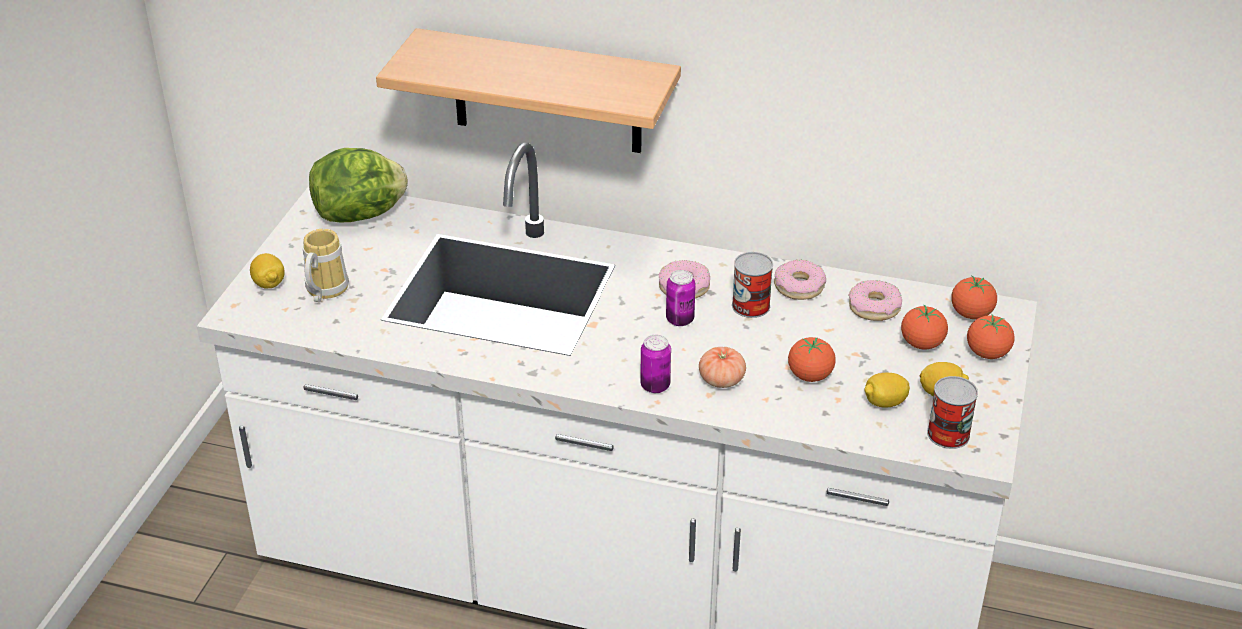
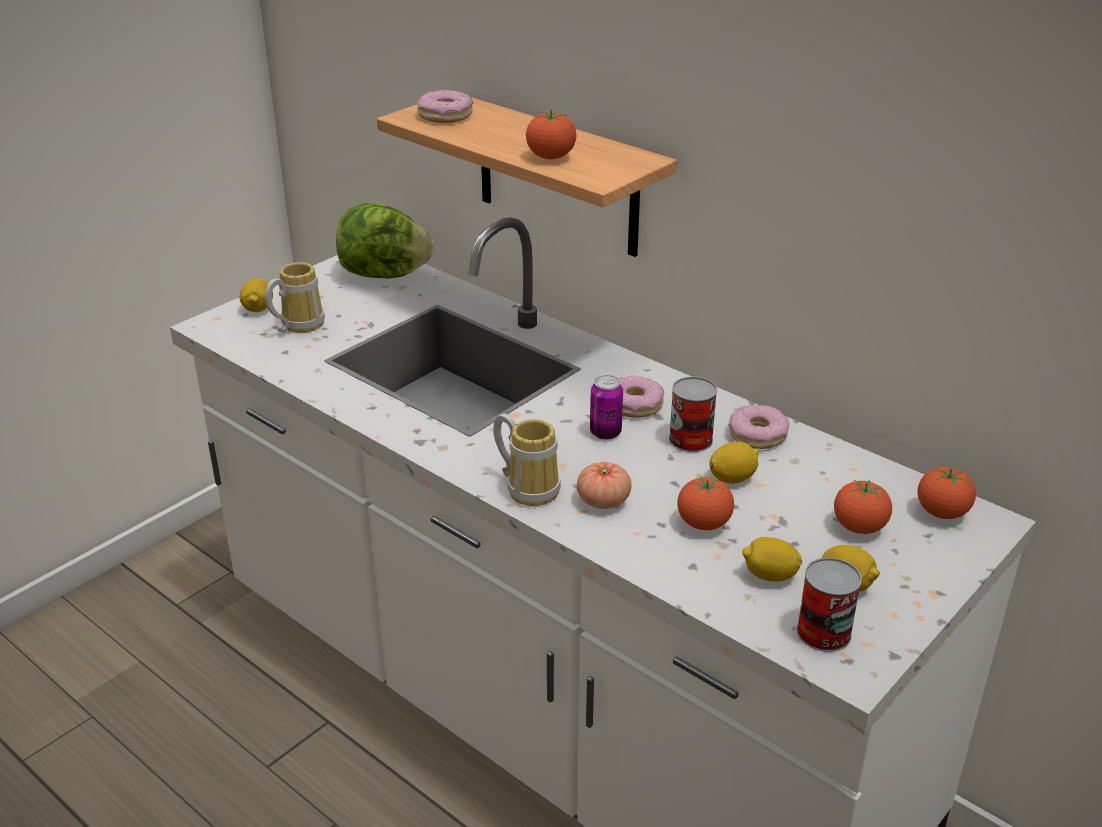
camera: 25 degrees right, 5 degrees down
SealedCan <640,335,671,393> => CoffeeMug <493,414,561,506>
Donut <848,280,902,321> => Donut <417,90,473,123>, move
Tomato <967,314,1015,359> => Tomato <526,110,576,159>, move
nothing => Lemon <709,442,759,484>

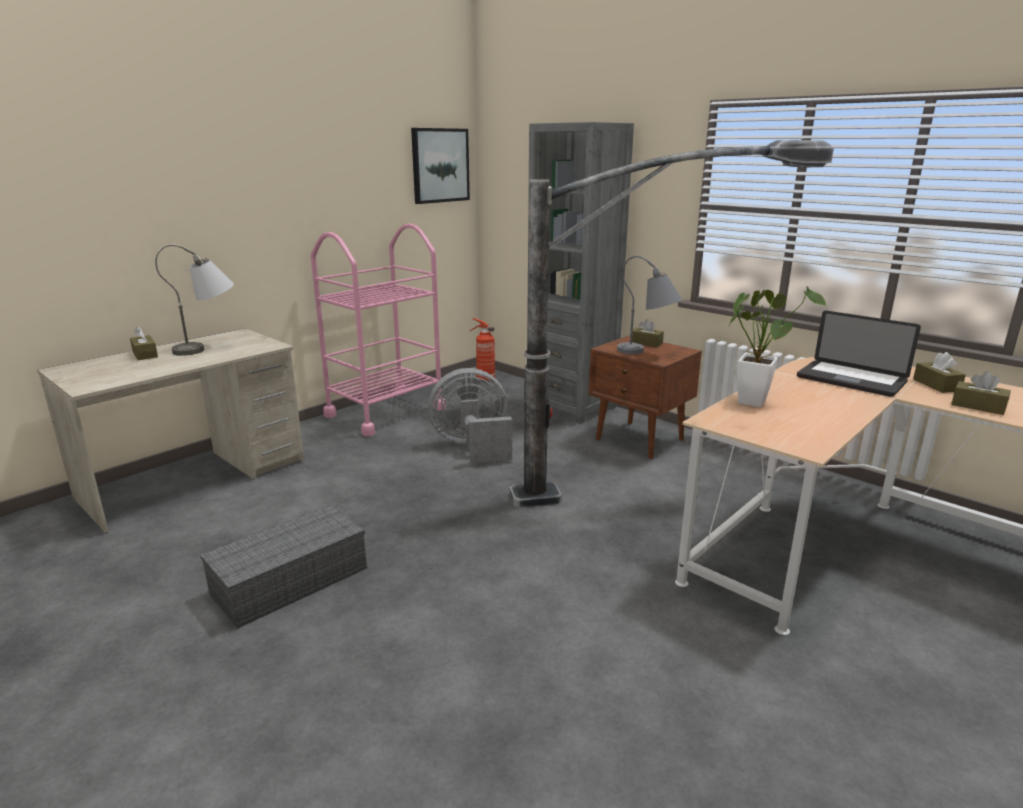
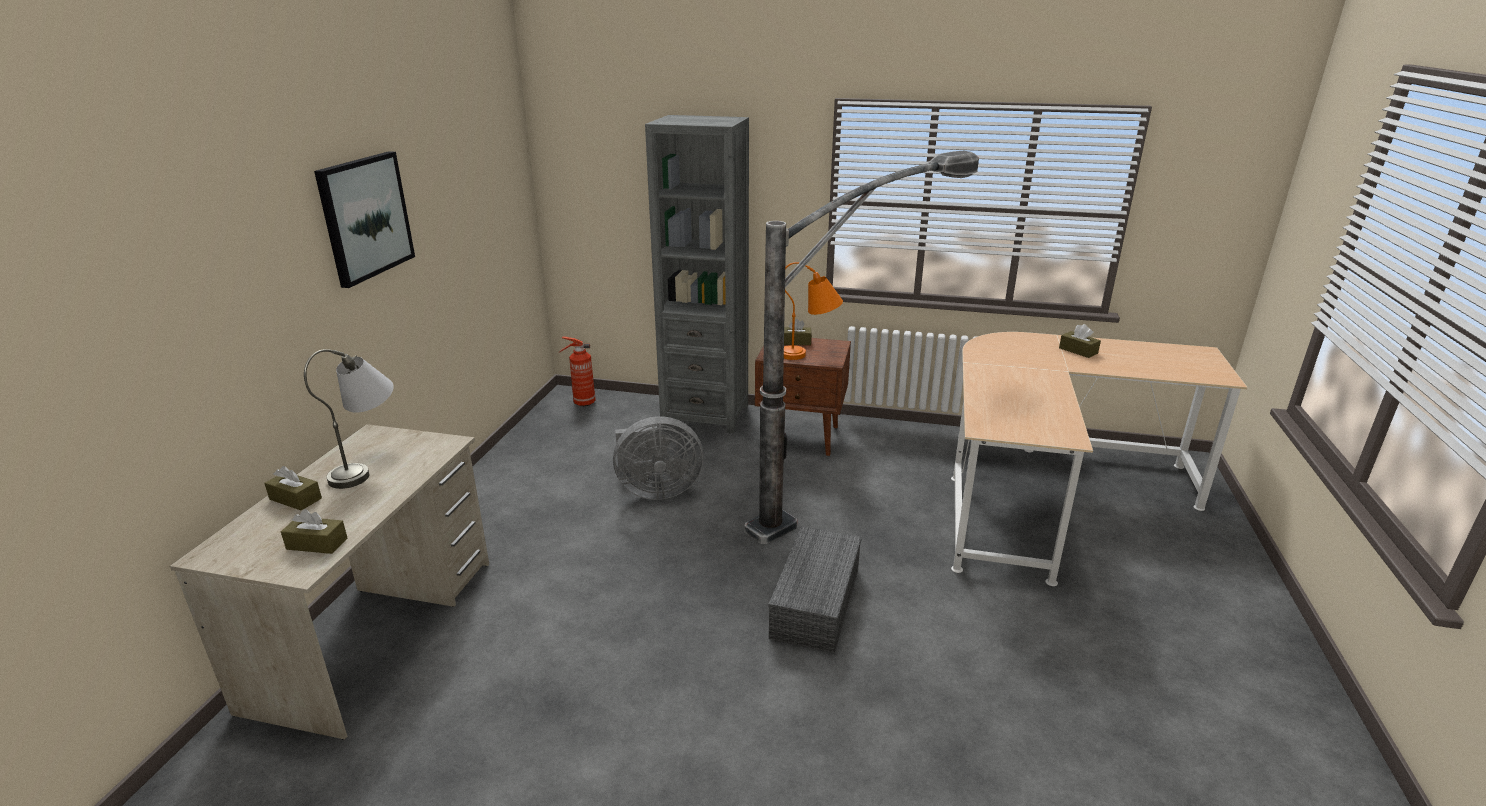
camera: 30 degrees left, 5 degrees up
GrayStorageBox <200,505,367,629> => GrayStorageBox <768,526,862,653>, move
PinkCart <311,224,446,436> => nothing
Picture <411,128,470,204> => Picture <314,151,415,288>, move
GrayCoolingFan <428,368,512,463> => GrayCoolingFan <613,416,704,500>, 150 degrees counterclockwise
GrayLampForATable <617,256,682,354> => OrangeLampForATable <784,262,843,360>
Houseplant <729,287,826,407> => nothing
PortableComputer <797,311,921,397> => nothing
BrownishTissueBox <951,371,1011,415> => BrownishTissueBox <281,509,347,554>, move

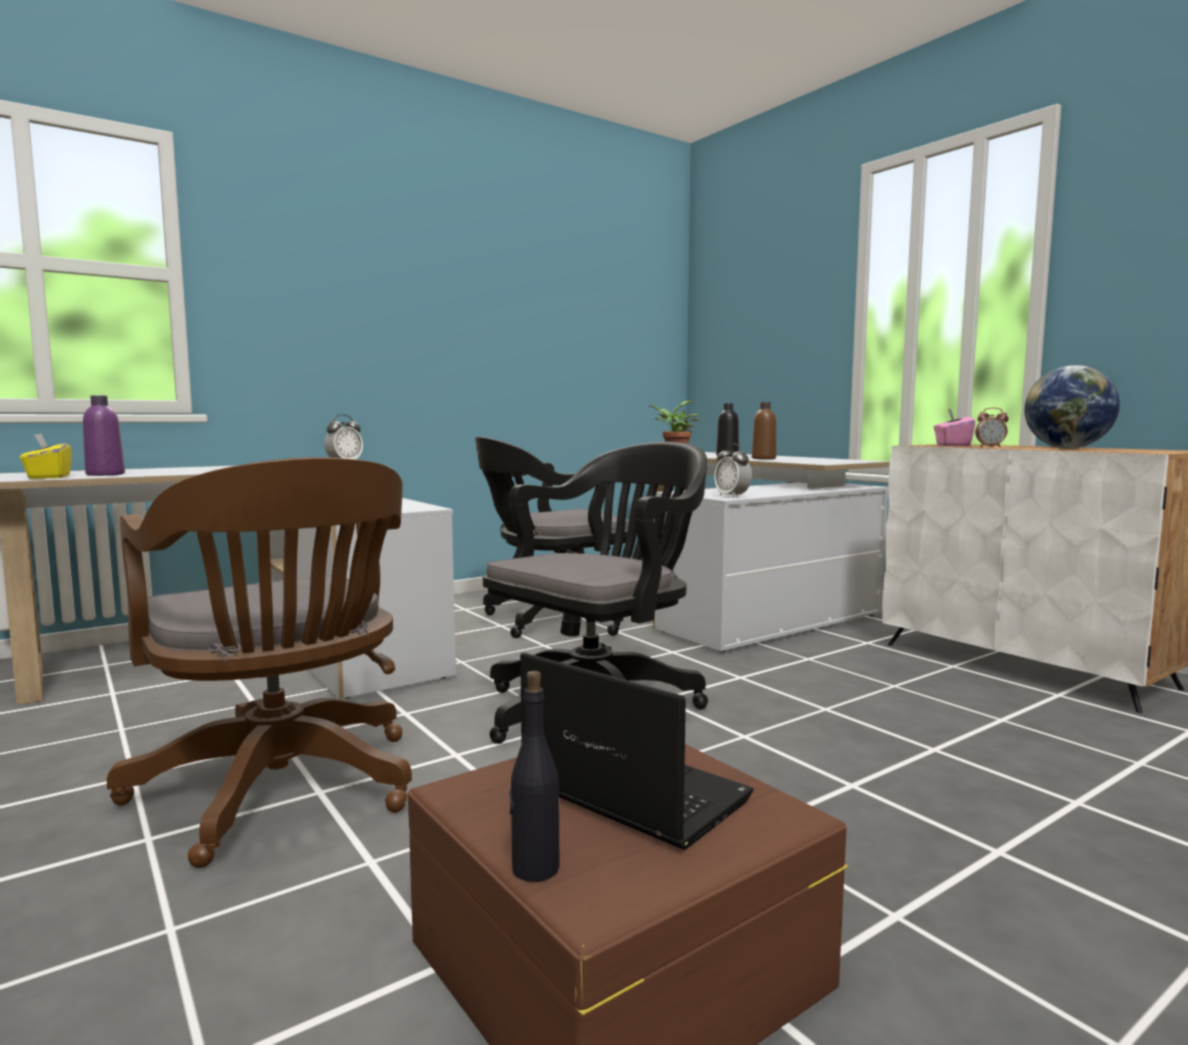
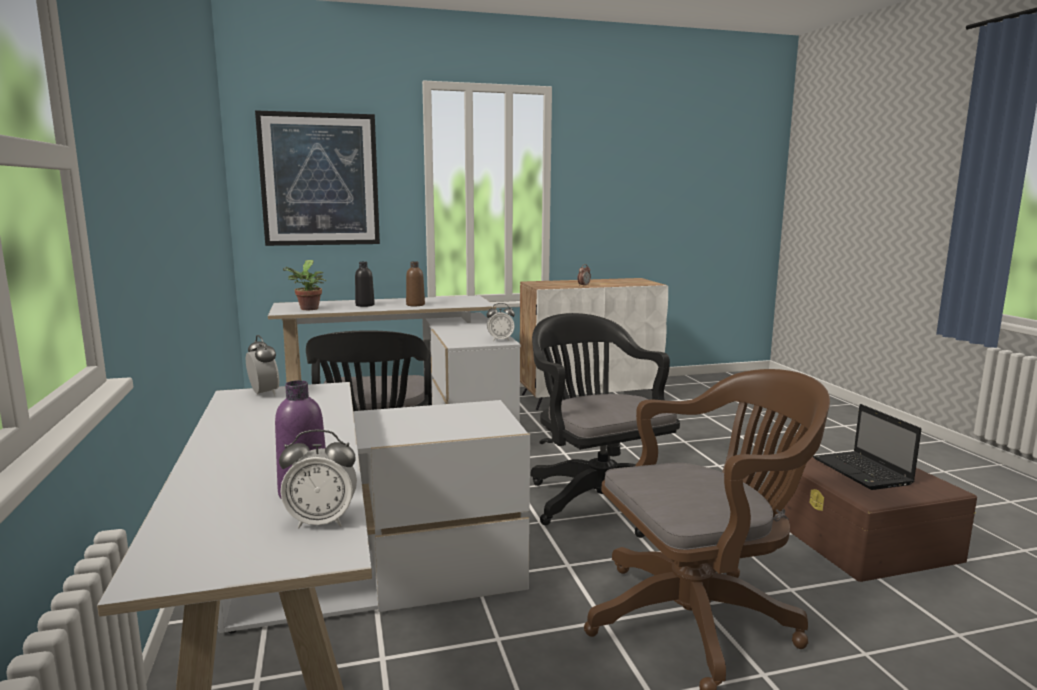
camera: 70 degrees left, 5 degrees up
YellowColouredTissueBox <20,434,72,479> => AlarmClock <279,429,357,528>
BlackishBottle <509,671,559,882> => nothing
PortableComputer <520,653,754,850> => PortableComputer <813,404,921,490>, 75 degrees counterclockwise
PinkTissueBox <933,409,975,446> => nothing
Globe <1024,365,1120,448> => nothing
nothing => Picture <255,110,380,246>

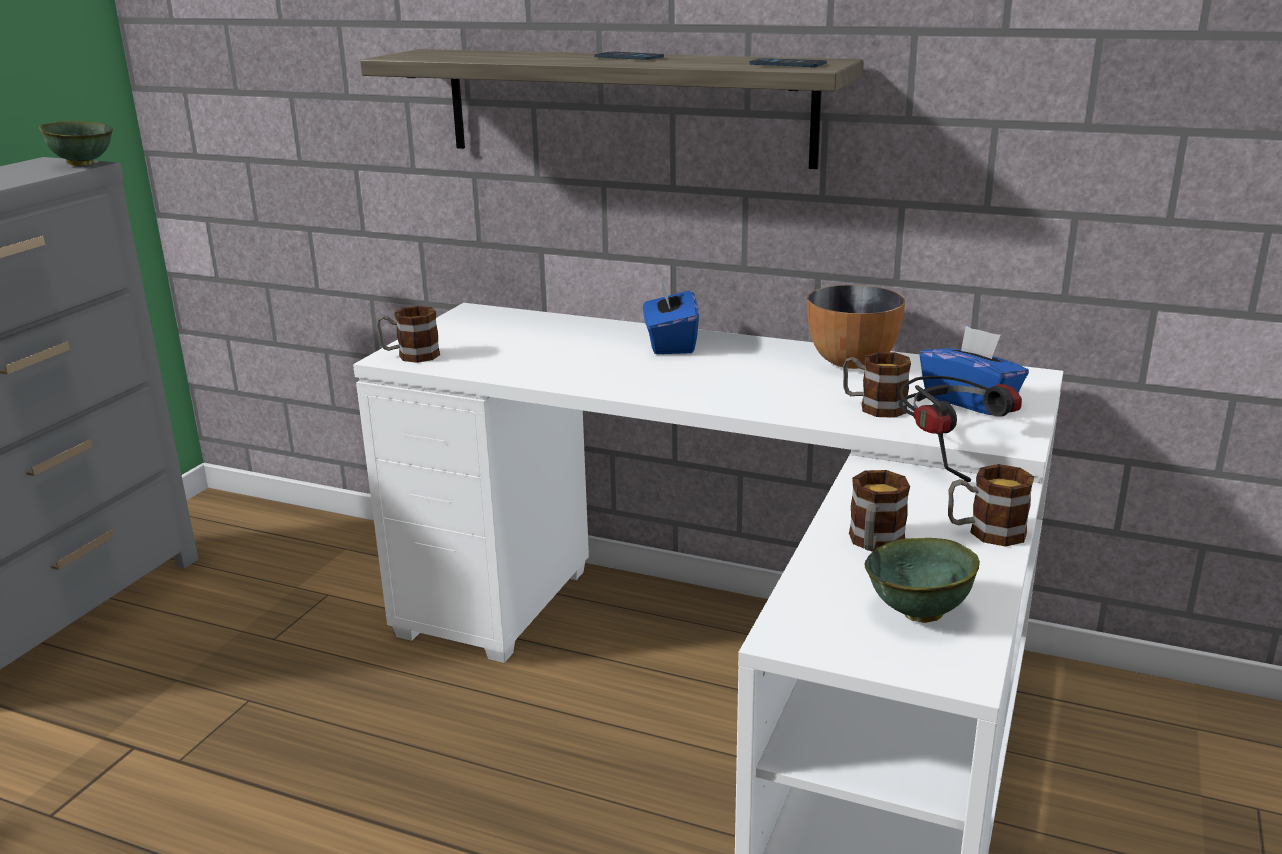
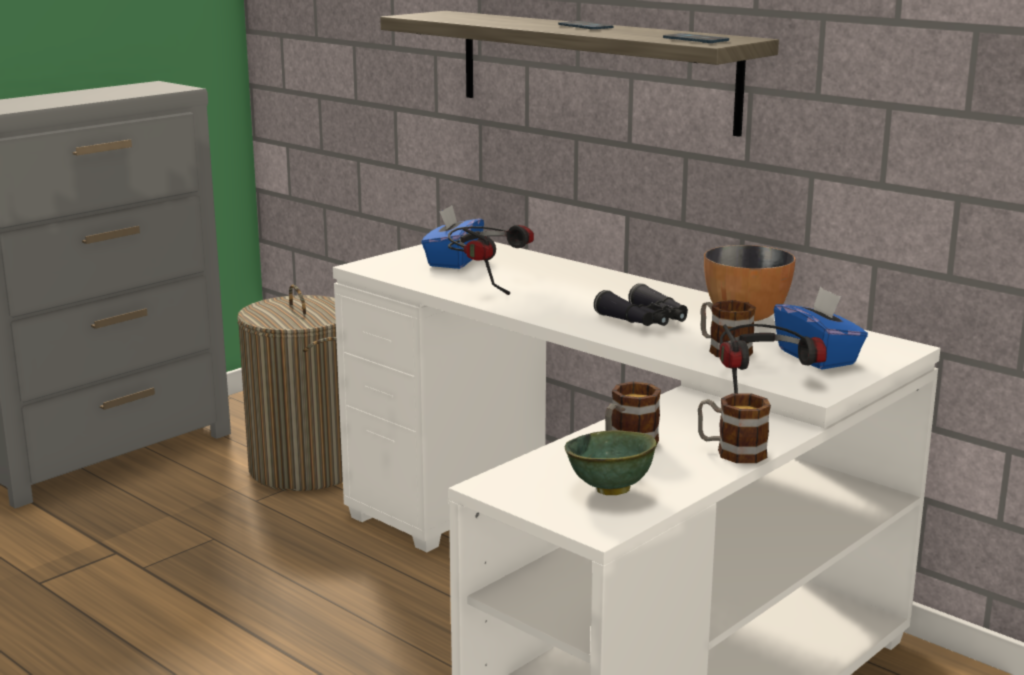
camera: 20 degrees right, 5 degrees down
GreenDeepDish <39,121,113,166> => nothing
CoffeeMug <377,306,440,363> => nothing
BluishTissueBox <643,280,699,354> => BluishTissueBox <421,205,484,269>, move
nothing => Hamper <237,284,343,491>
nothing => Headphones <448,225,534,295>
nothing => BlackishPairOfBinoculars <594,283,688,326>

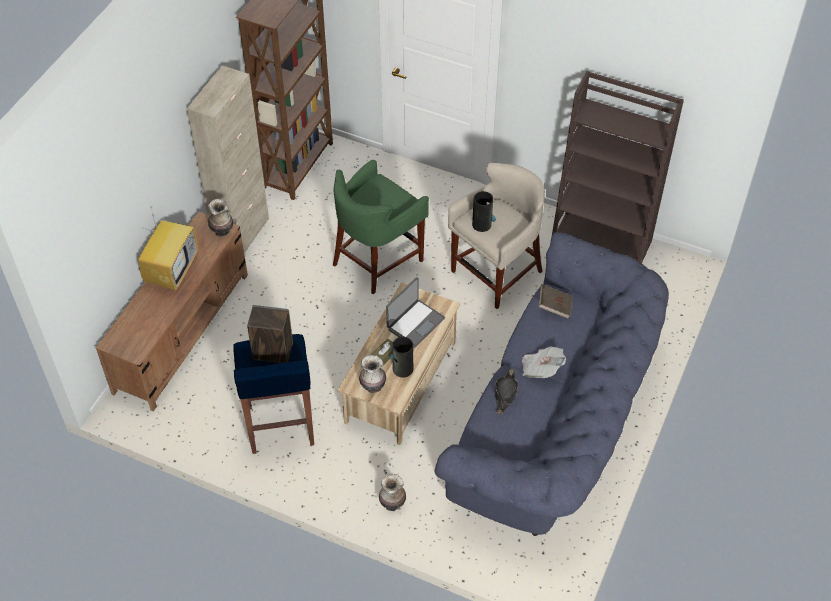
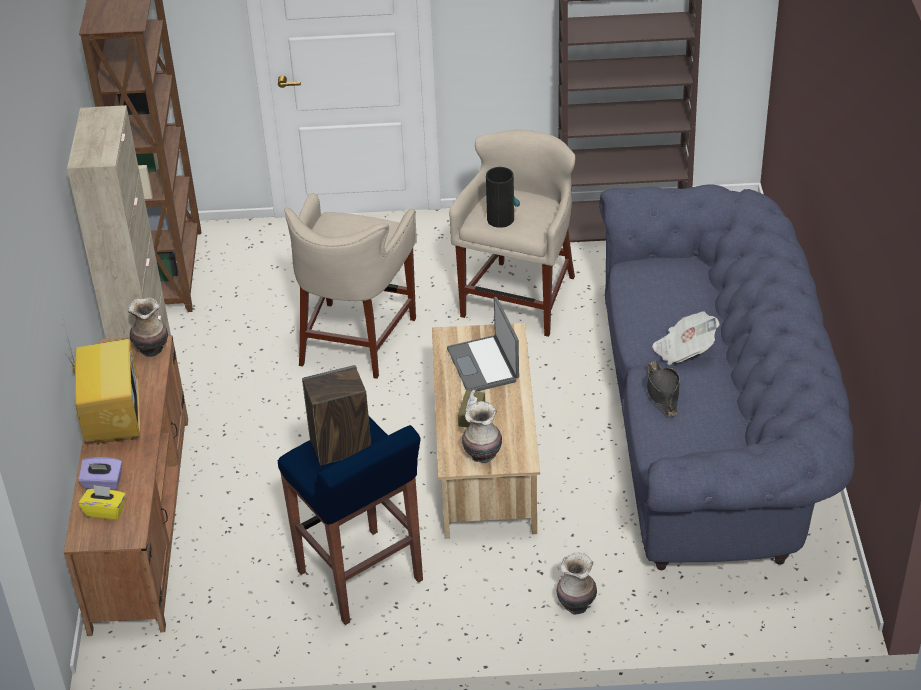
camera: 25 degrees left, 10 degrees down
GreenStool <333,160,429,294> => BeigeColouredStool <284,193,417,379>
PortableComputer <386,277,445,348> => PortableComputer <447,297,519,392>, 150 degrees clockwise
DecorativeVase <390,337,413,378> => nothing
BrownishBook <538,284,572,319> => nothing
nothing => PurpleTissueBox <79,457,122,490>
nothing => YellowColouredTissueBox <79,485,126,520>

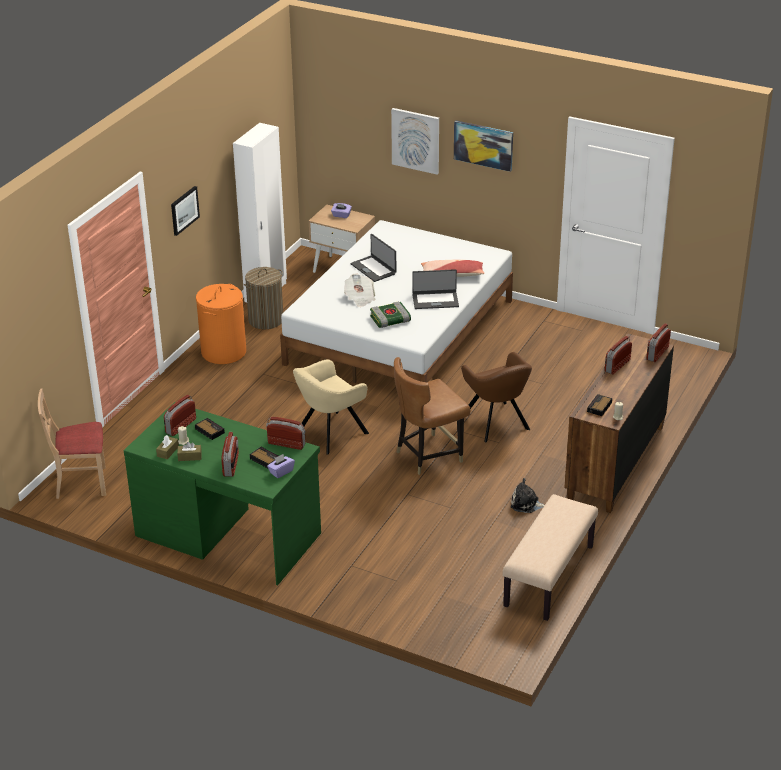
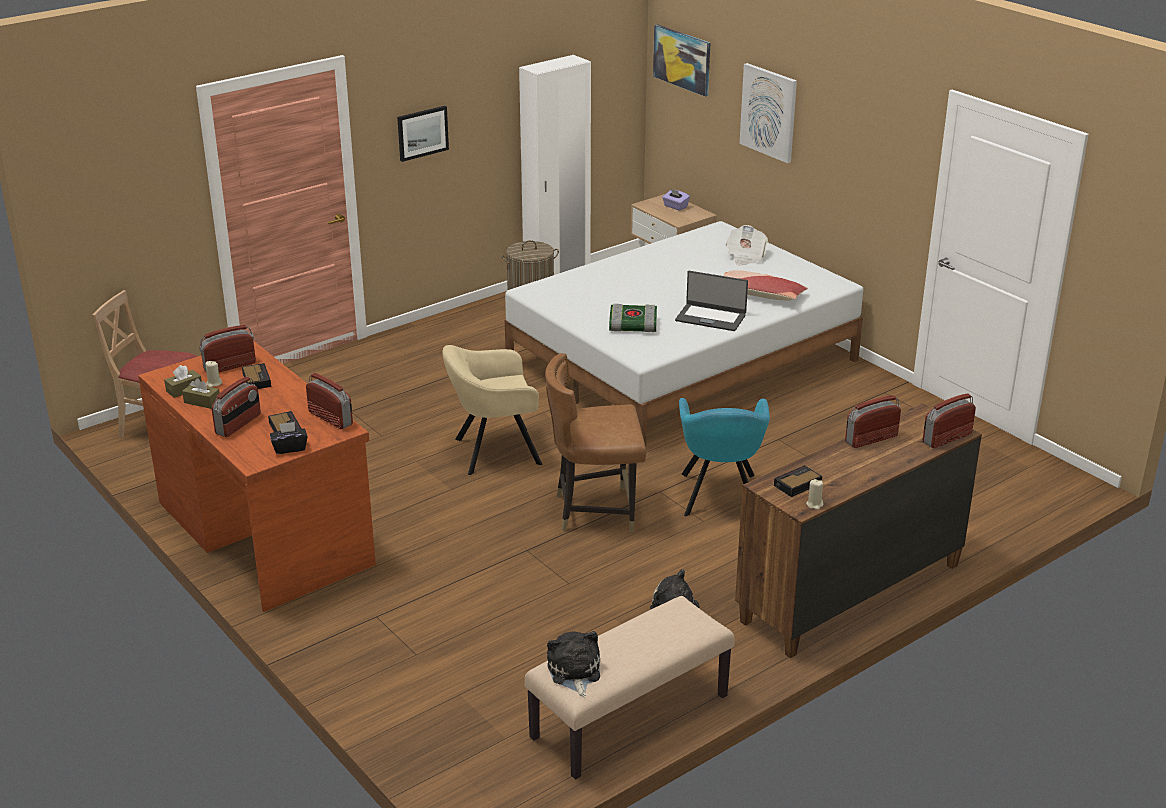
camera: 25 degrees right, 5 degrees down
GreenDeskTable <124,402,321,586> => BrownishDeskTable <138,341,376,612>
OrangeHamper <196,284,246,364> => nothing
PurpleTissueBox <267,454,295,478> => BlackishTissueBox <270,422,308,454>
PrintedPaper <344,273,375,307> => PrintedPaper <726,225,768,266>, move
PortableComputer <351,234,396,282> => nothing
Picture <454,120,513,172> => Picture <653,24,710,97>, move
BrownishLoungeChair <461,352,532,443> => TurquoiseLoungeChair <679,398,770,516>
nothing => CuddlyToy <547,631,600,697>

